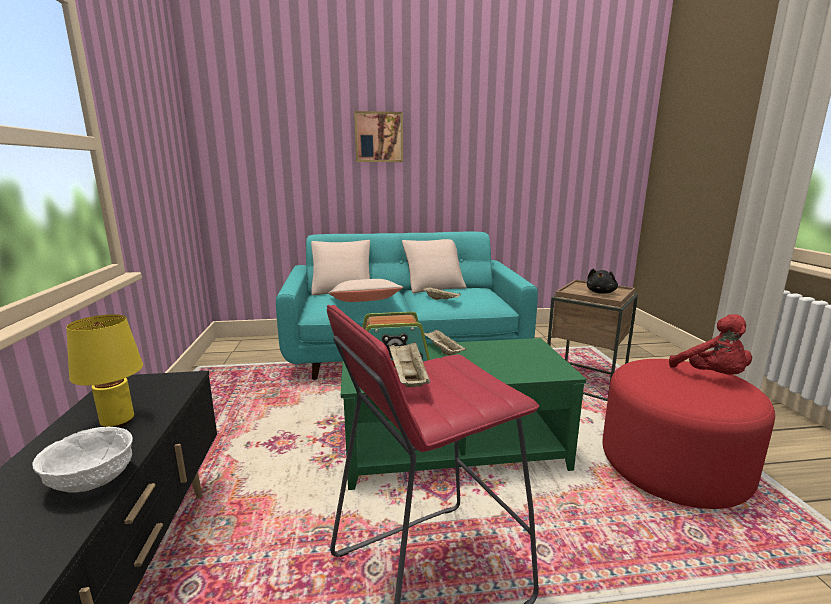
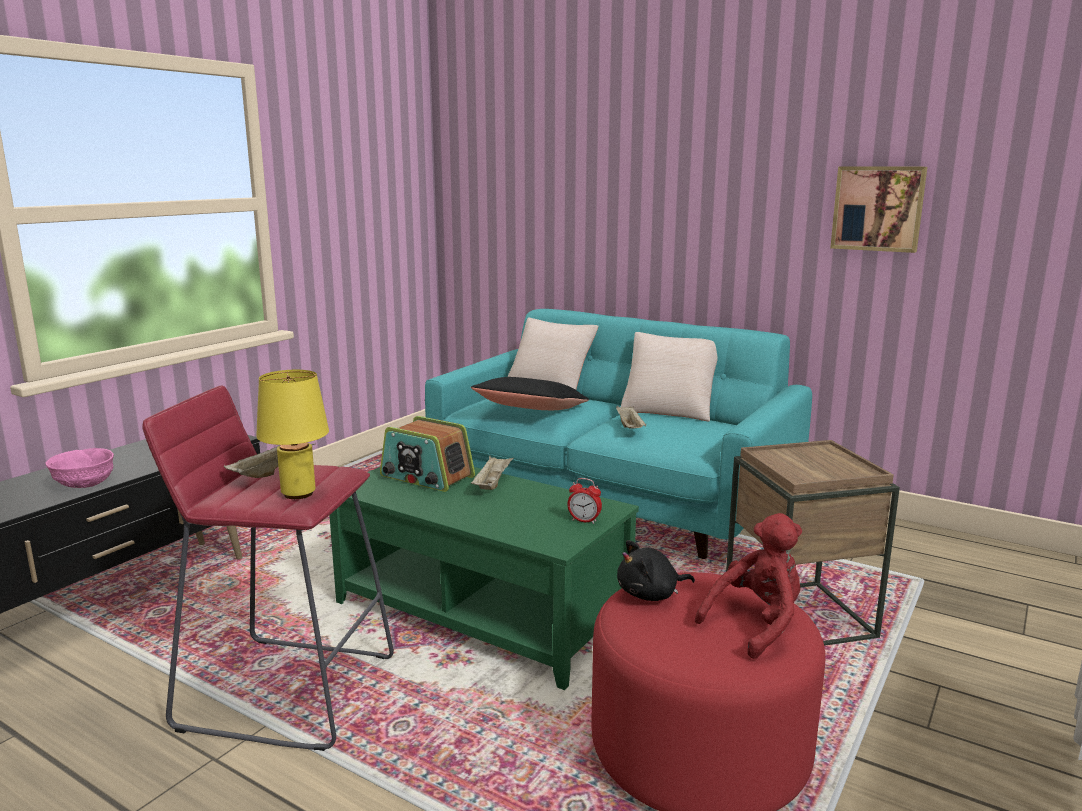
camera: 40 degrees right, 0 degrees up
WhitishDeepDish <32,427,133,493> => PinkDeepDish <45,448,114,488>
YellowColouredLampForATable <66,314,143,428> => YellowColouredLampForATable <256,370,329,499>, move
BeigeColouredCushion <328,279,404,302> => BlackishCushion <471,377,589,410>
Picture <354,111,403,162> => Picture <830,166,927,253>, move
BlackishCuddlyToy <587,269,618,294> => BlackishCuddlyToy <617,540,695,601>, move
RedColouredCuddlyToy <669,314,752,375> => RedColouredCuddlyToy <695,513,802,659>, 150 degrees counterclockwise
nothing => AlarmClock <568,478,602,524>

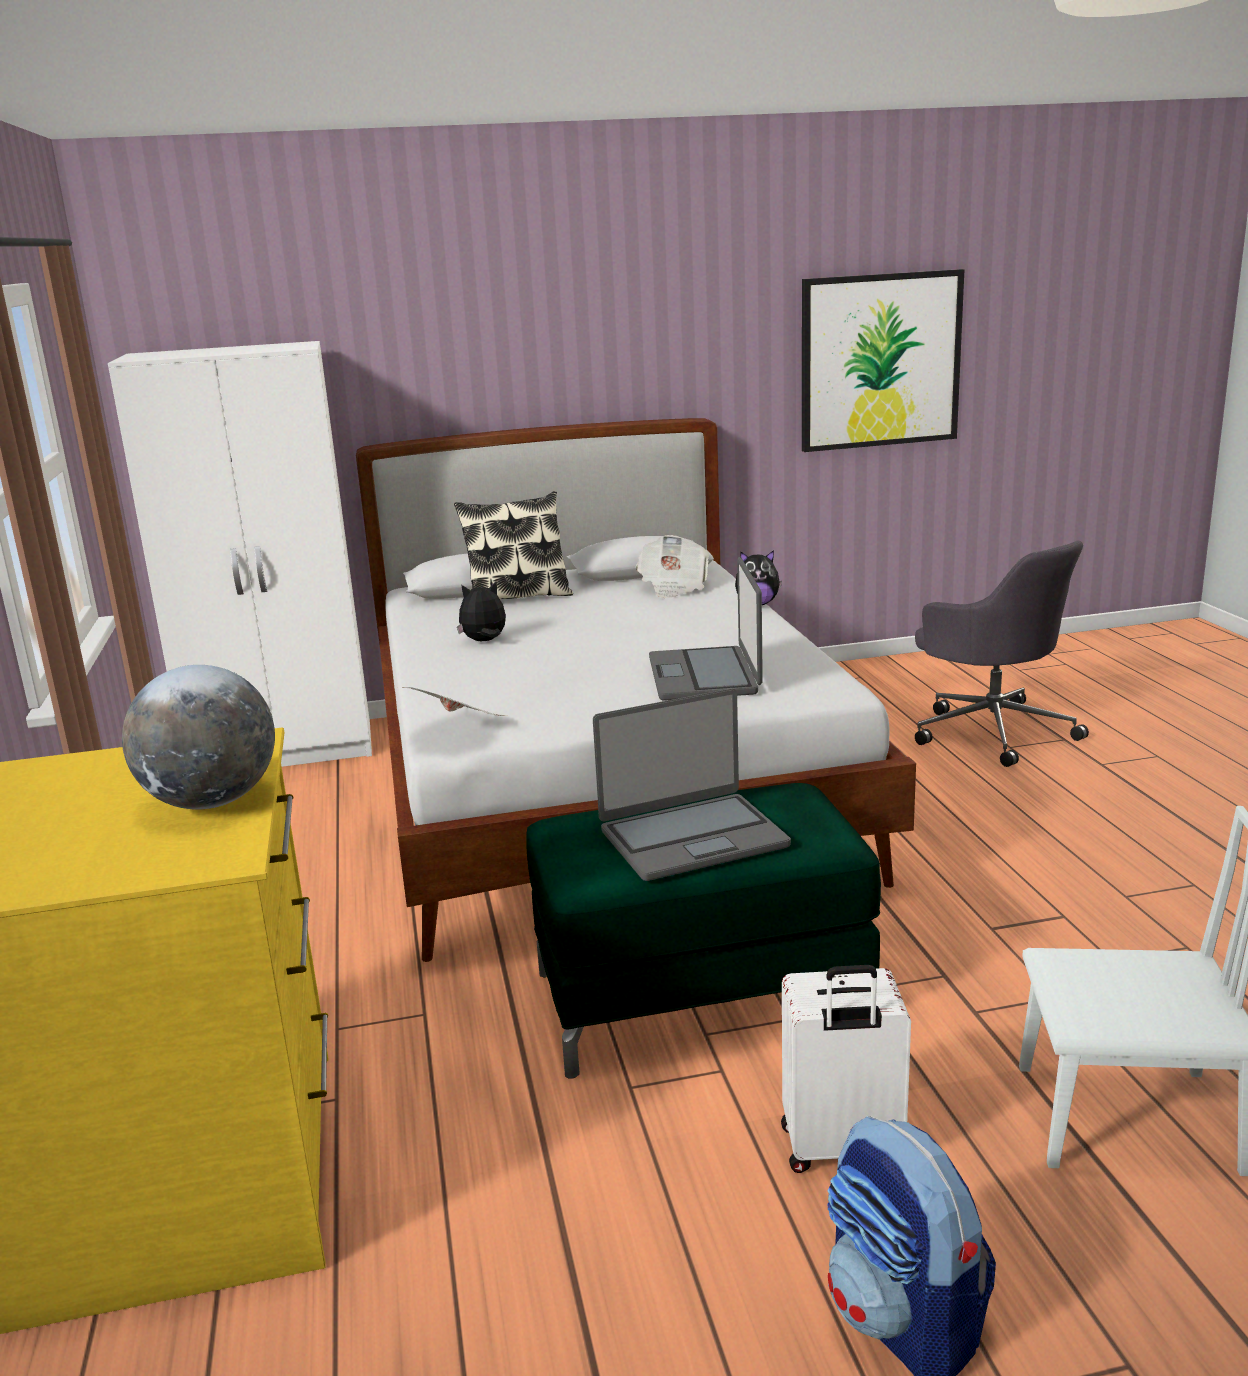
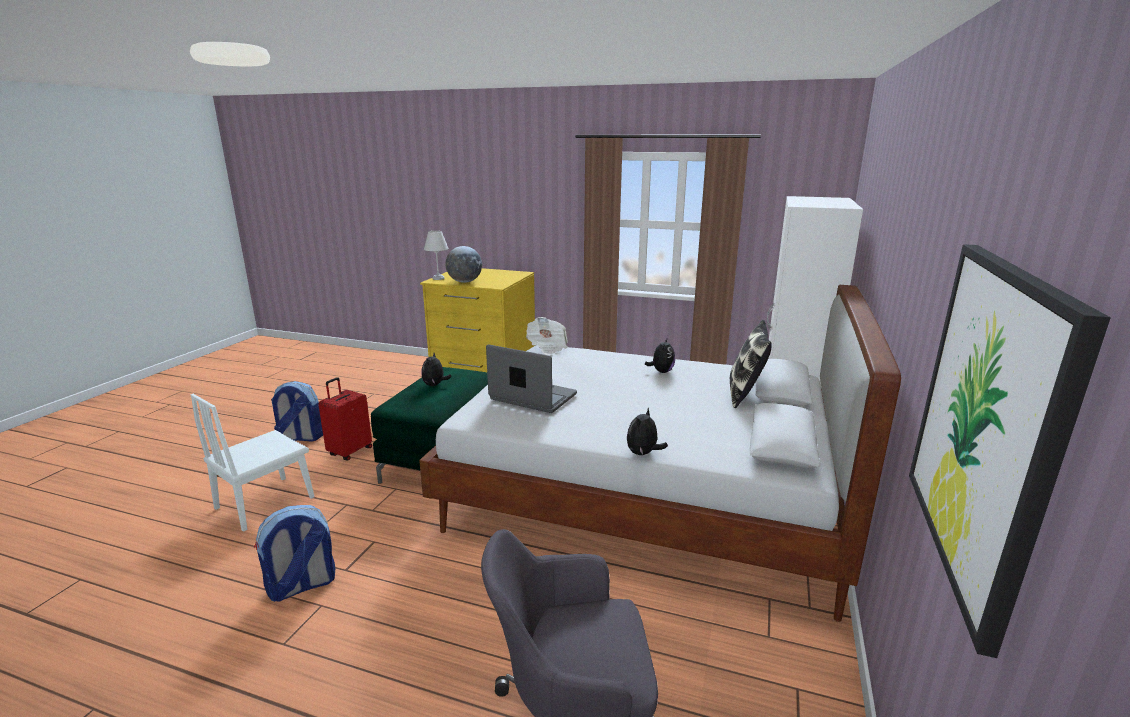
camera: 120 degrees right, 0 degrees up
PortableComputer <593,688,791,881> => CuddlyToy <421,353,452,386>
PrintedPaper <636,535,709,598> => nothing
WhitishSuitcase <781,965,911,1173> => RedColouredSuitcase <318,377,372,461>
nothing => Rucksack <254,505,335,602>
nothing => WhitishLampForATable <424,231,449,280>

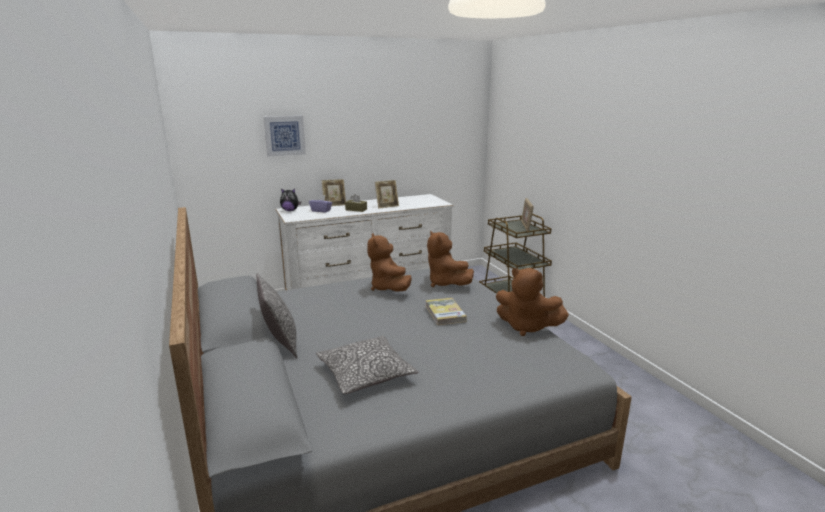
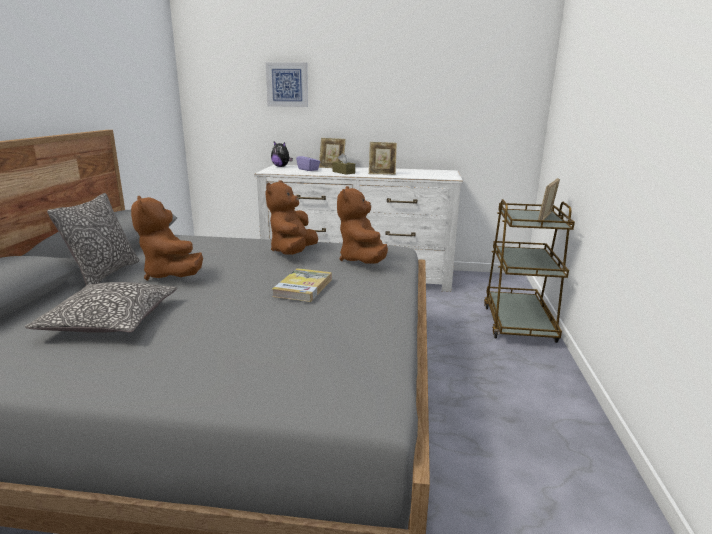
camera: 30 degrees right, 0 degrees up
BrownishCuddlyToy <496,268,569,336> => BrownishCuddlyToy <131,196,203,280>, move

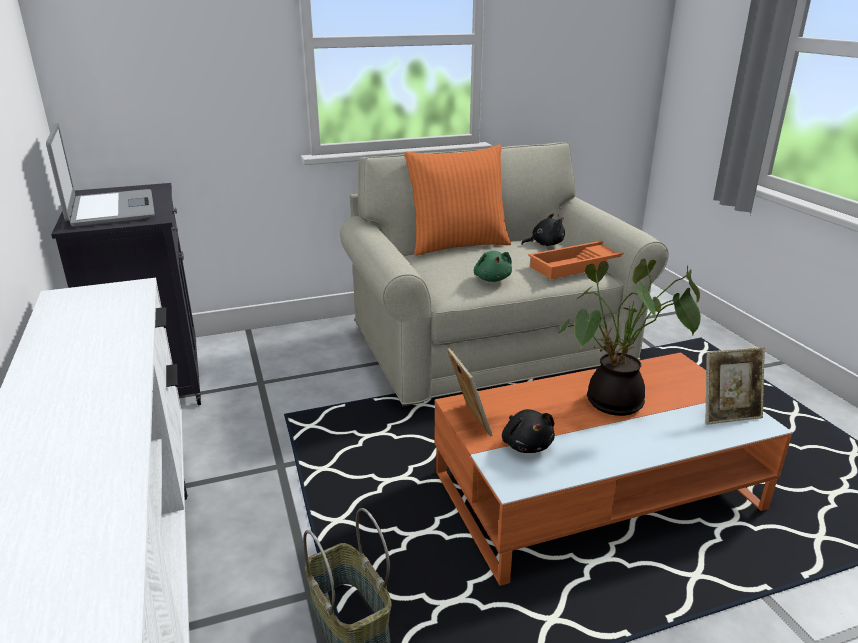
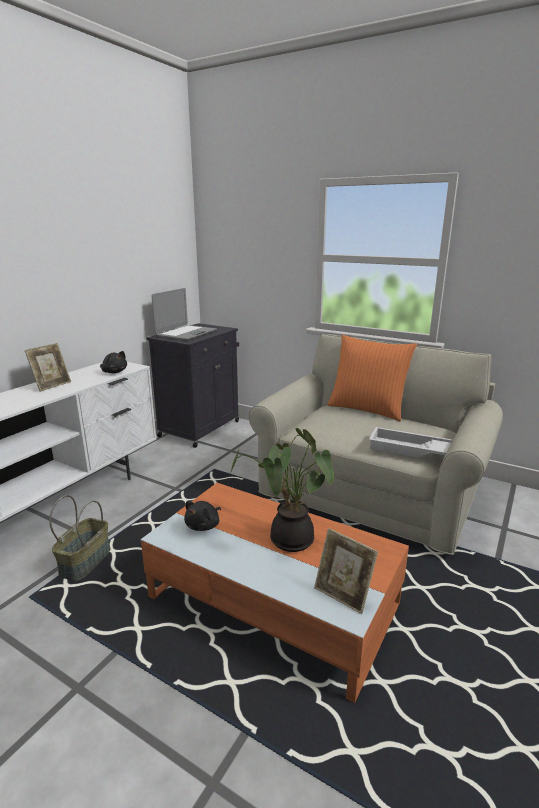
camera: 50 degrees right, 5 degrees down
PictureFrame <447,348,493,436> => PictureFrame <24,343,71,392>, move
GreenCuddlyToy <474,251,512,282> => nothing
BlackishCuddlyToy <521,214,565,246> => BlackishCuddlyToy <100,351,127,373>, move
OrangeTray <528,241,624,279> => WhitishTray <369,427,453,458>

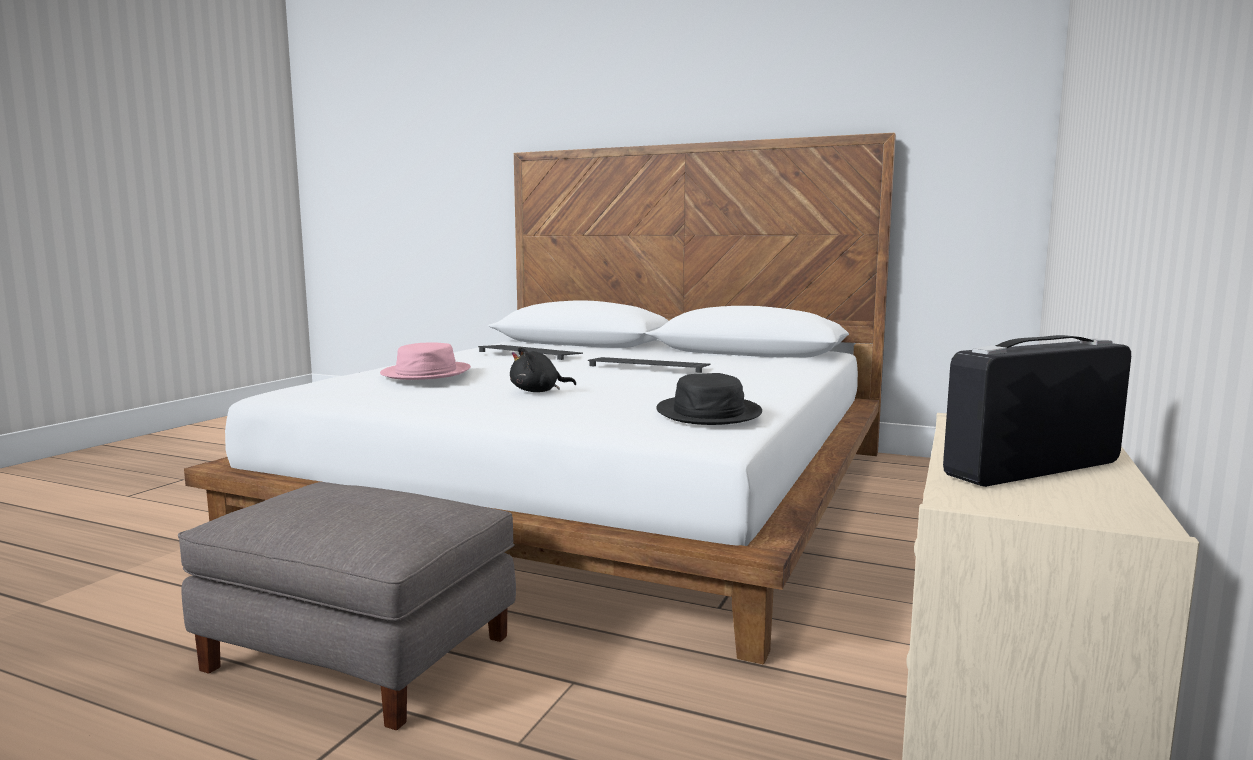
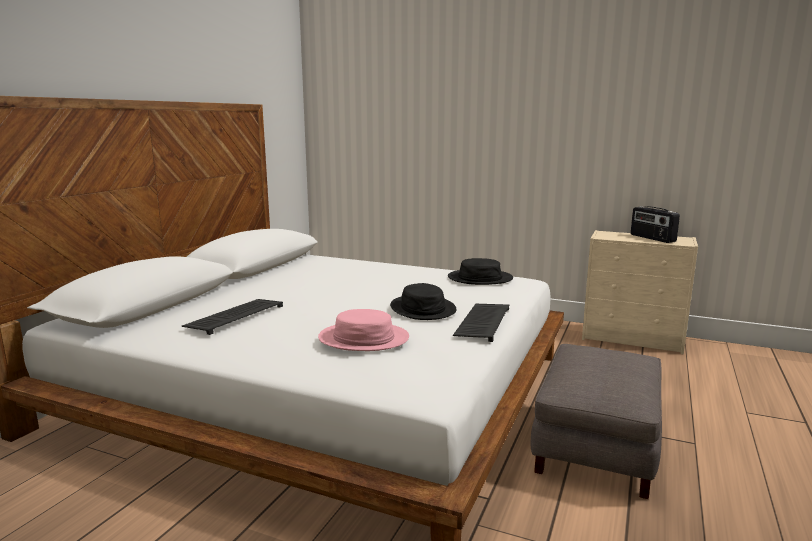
camera: 90 degrees left, 5 degrees up
BlackishCuddlyToy <510,347,576,392> => BlackishHat <390,283,456,320>
ComputerKeyboard <588,357,711,373> => ComputerKeyboard <453,304,509,342>, move

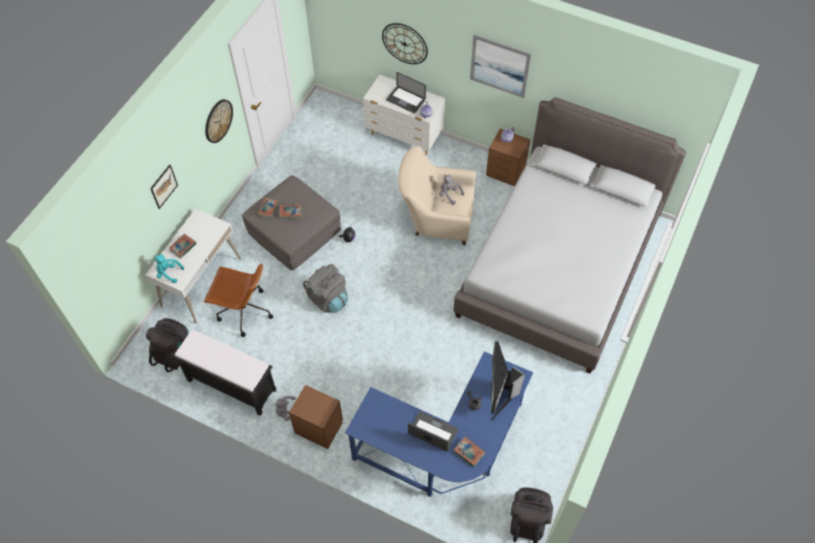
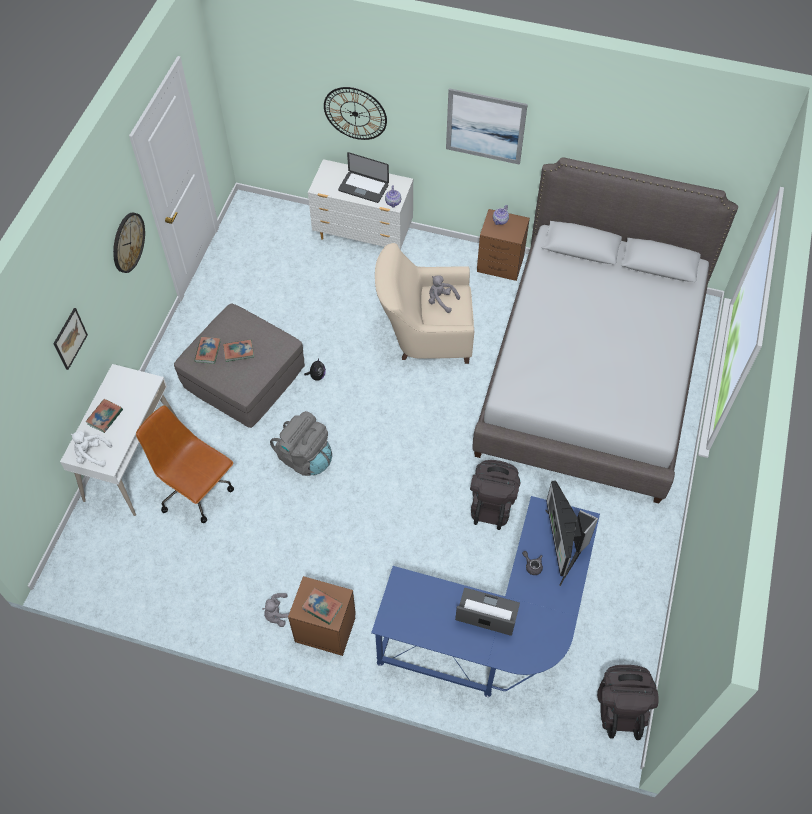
camera: 10 degrees left, 0 degrees up
BlackishRucksack <146,318,190,372> => BlackishRucksack <470,460,521,530>, move
TurquoiseCuddlyToy <155,254,184,283> => WhitishCuddlyToy <71,431,112,467>
BlackishIndoorBench <172,329,276,416> => nothing
BrownishDeskChair <204,263,273,337> => BrownishDeskChair <136,405,234,523>, 150 degrees counterclockwise
Book <453,437,485,467> => Book <302,588,342,625>, move

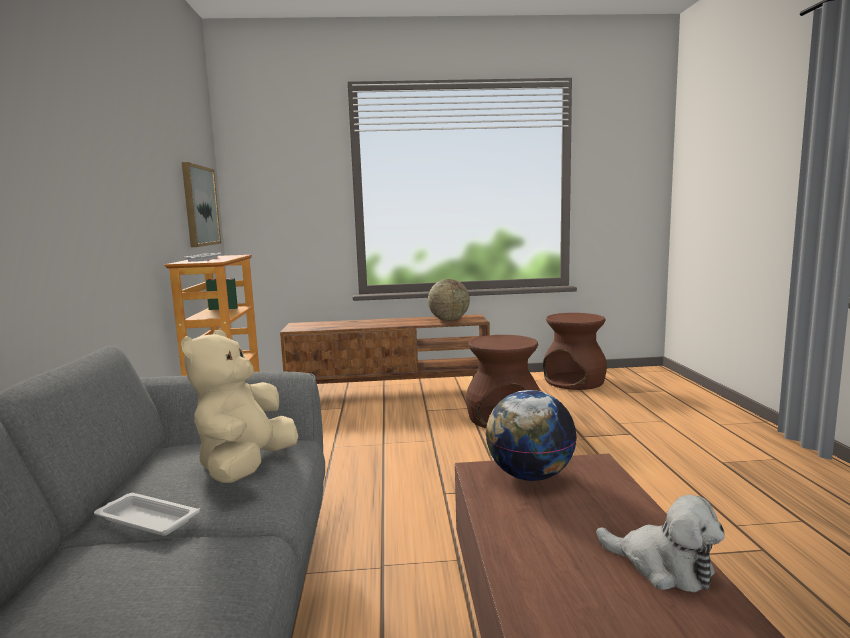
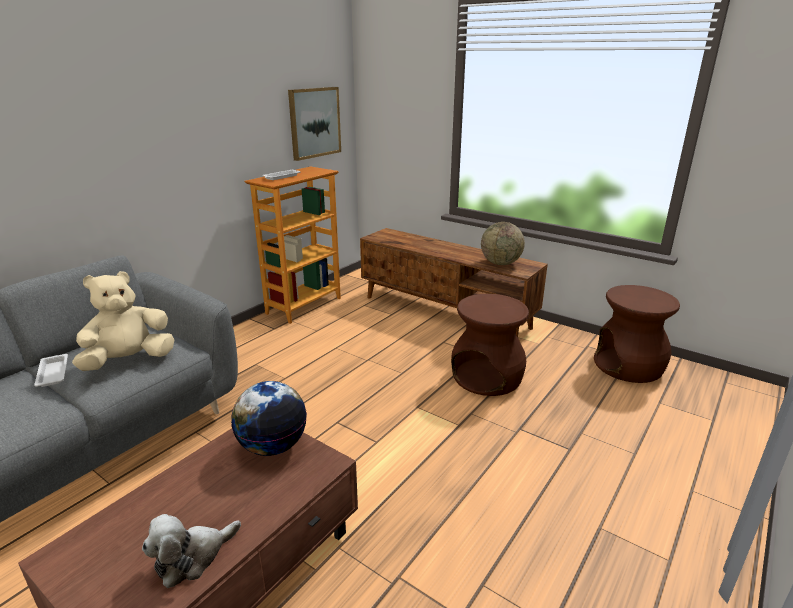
camera: 40 degrees right, 15 degrees up
CuddlyToy <596,495,725,592> => CuddlyToy <142,514,241,588>, 60 degrees clockwise

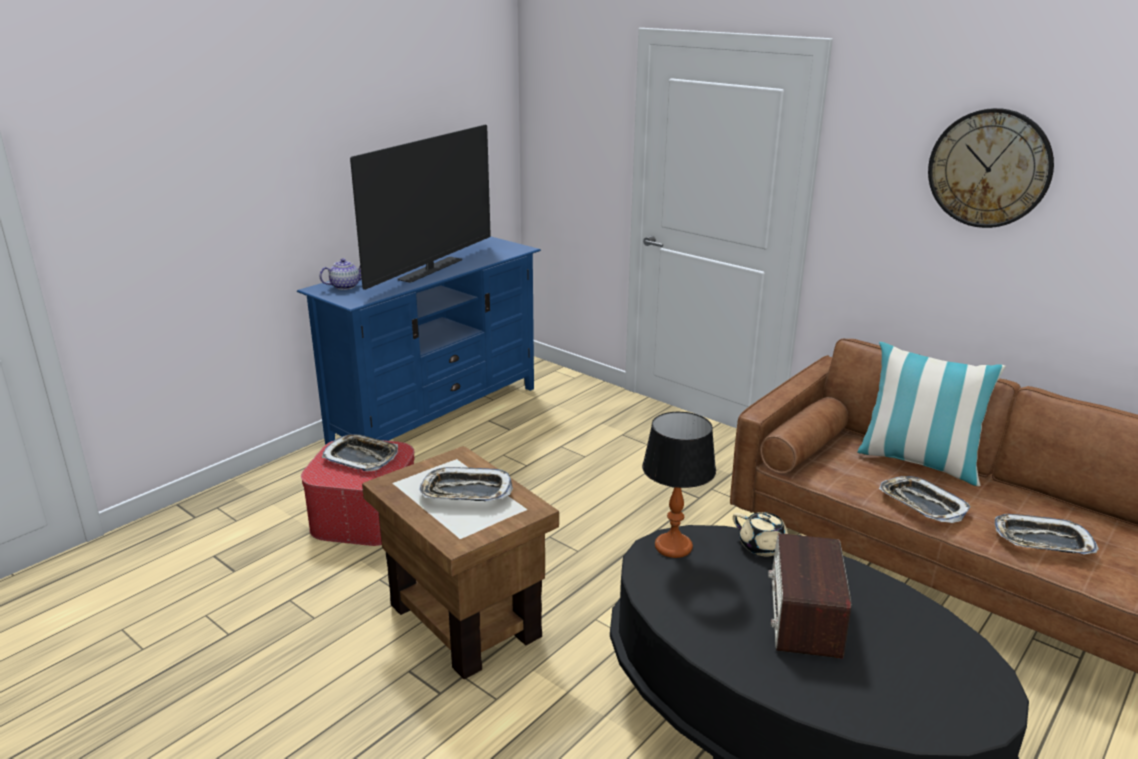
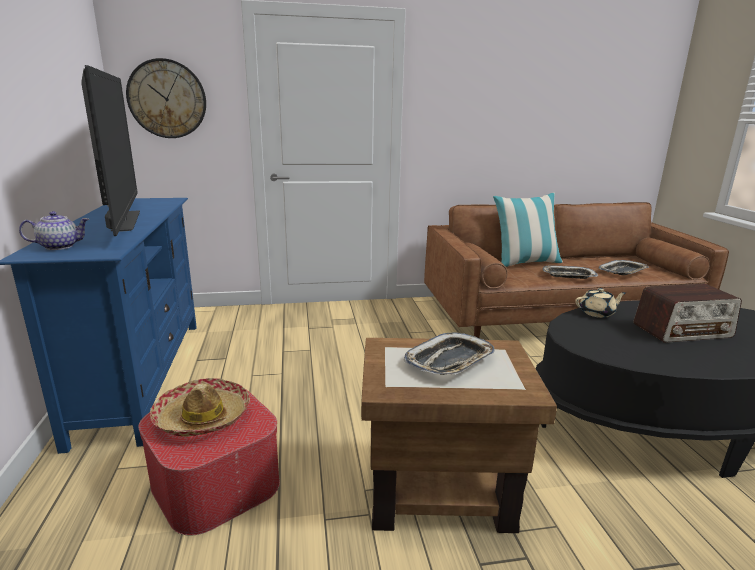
camera: 50 degrees left, 5 degrees down
PotForTea <319,258,362,290> => PotForTea <19,211,89,250>, 60 degrees clockwise
Tray <322,434,398,471> => Hat <150,378,250,437>
LampForATable <642,412,716,558> => nothing
RadioSet <768,533,852,659> => RadioSet <633,284,742,343>, 60 degrees counterclockwise
WallClock <928,108,1054,228> => WallClock <126,58,206,138>, move

